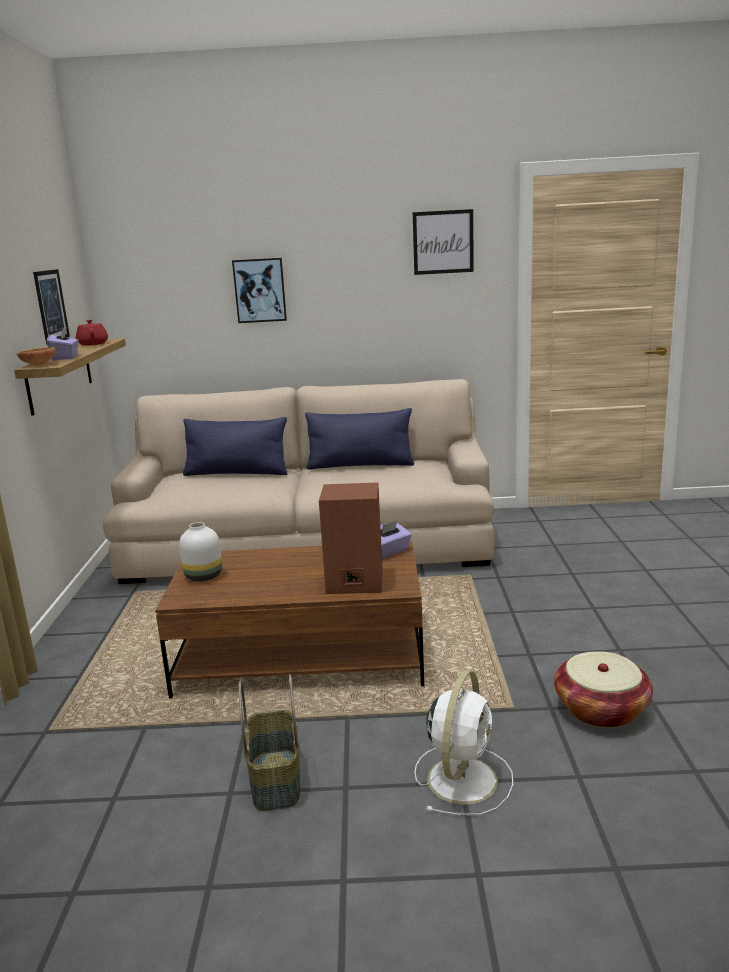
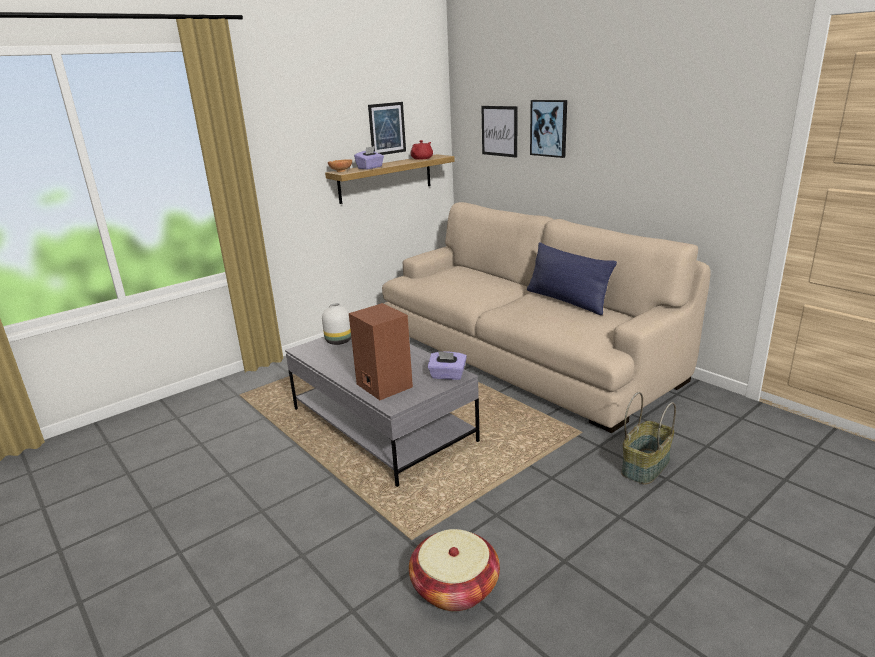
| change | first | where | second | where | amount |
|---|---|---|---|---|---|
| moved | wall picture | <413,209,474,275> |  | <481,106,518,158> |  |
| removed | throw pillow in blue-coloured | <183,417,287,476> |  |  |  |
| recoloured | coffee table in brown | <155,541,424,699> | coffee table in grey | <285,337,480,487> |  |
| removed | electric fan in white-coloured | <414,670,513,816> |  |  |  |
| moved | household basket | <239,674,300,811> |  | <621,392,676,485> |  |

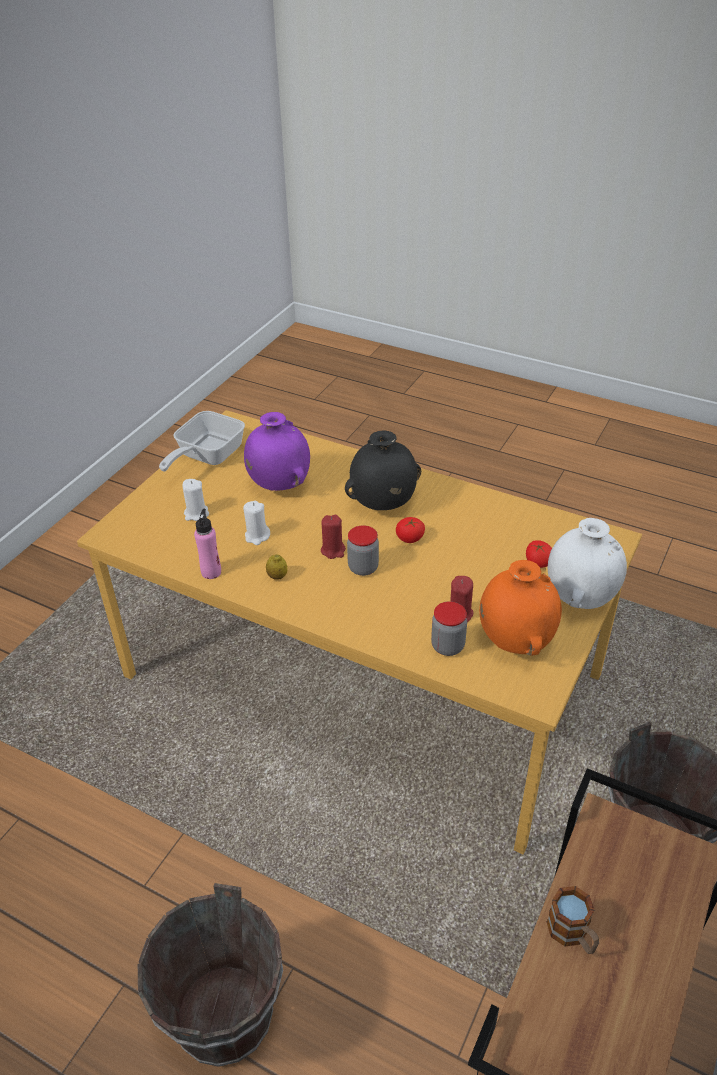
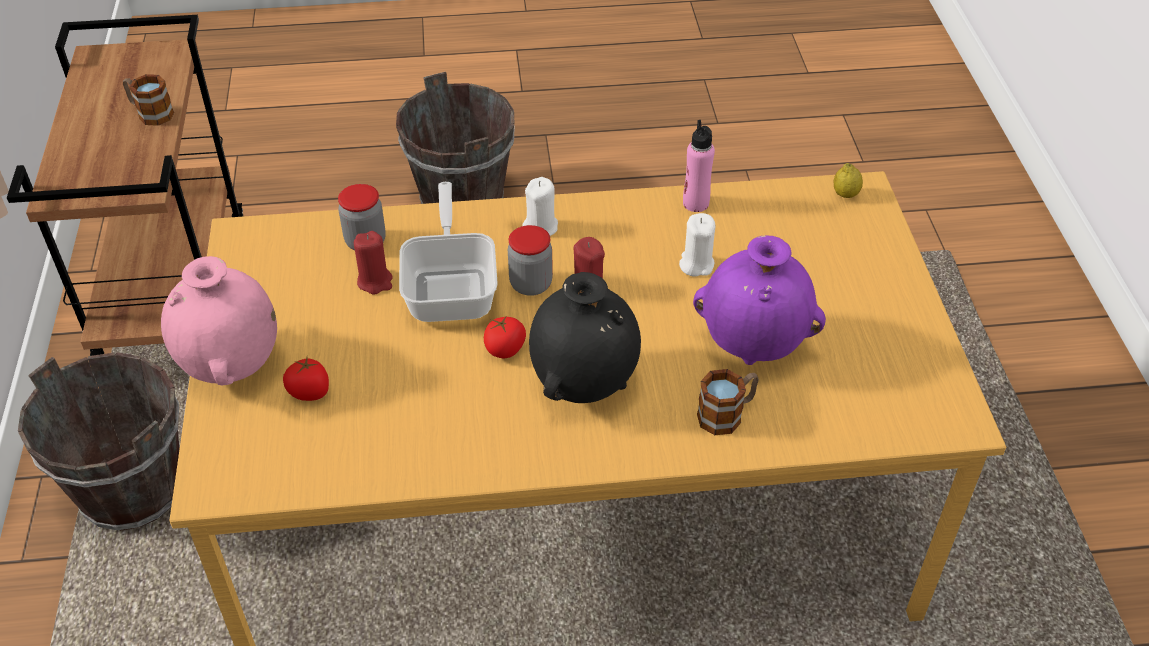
| change | first | where | second | where | amount |
|---|---|---|---|---|---|
| moved | pan | <159,411,245,471> |  | <399,182,498,322> |  |
| moved | wax light in white-coloured | <183,479,209,521> |  | <522,177,558,236> |  |
| recoloured | flower vase in white-coloured | <548,518,627,609> | flower vase in pink | <161,256,277,385> |  |
| moved | whole lemon | <266,554,287,580> |  | <834,163,863,198> |  |
| removed | flower vase in orange-coloured | <479,560,562,656> |  |  |  |
| added |  |  | mug | <697,369,759,435> |  |

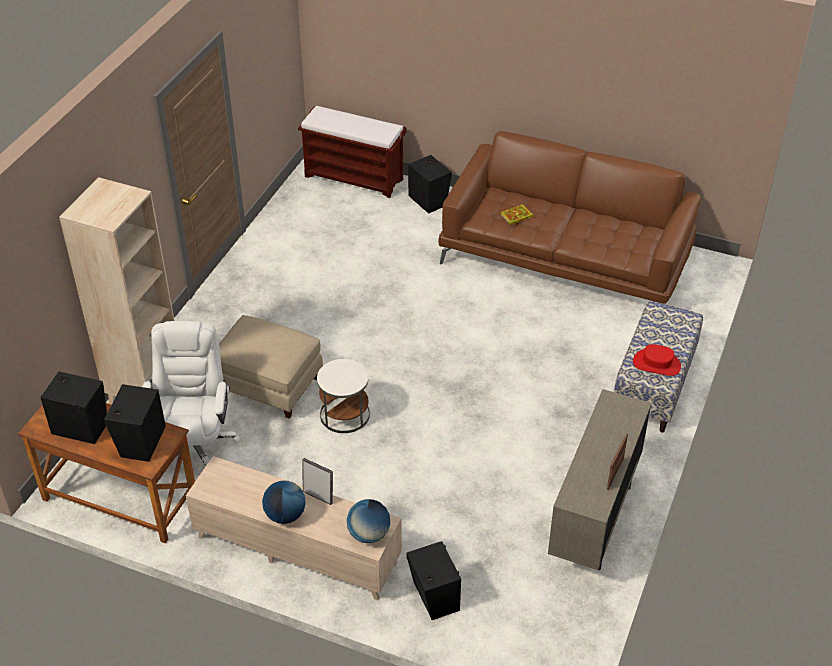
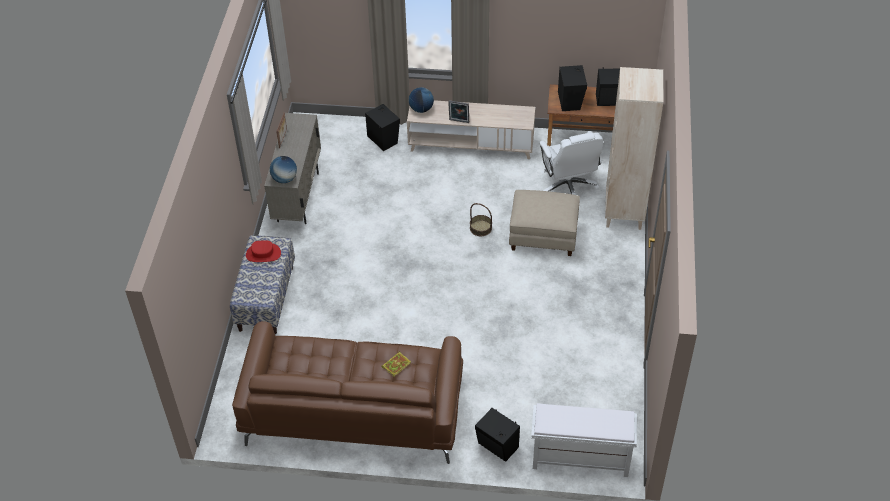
| change | first | where | second | where | amount |
|---|---|---|---|---|---|
| recoloured | long seat in brown | <298,106,407,198> | long seat in white-coloured | <531,403,637,477> |  |
| replaced | end table in white-coloured | <317,359,370,433> | household basket | <470,203,492,236> |  |
| moved | desk globe | <262,480,306,524> |  | <270,156,297,183> |  |

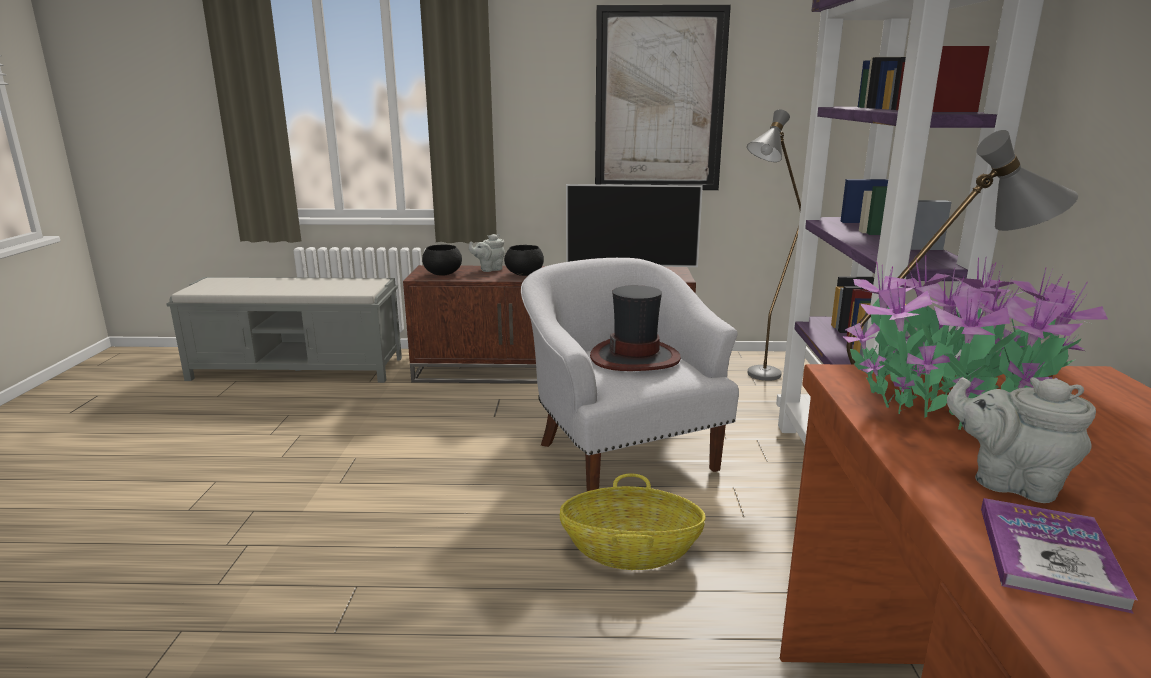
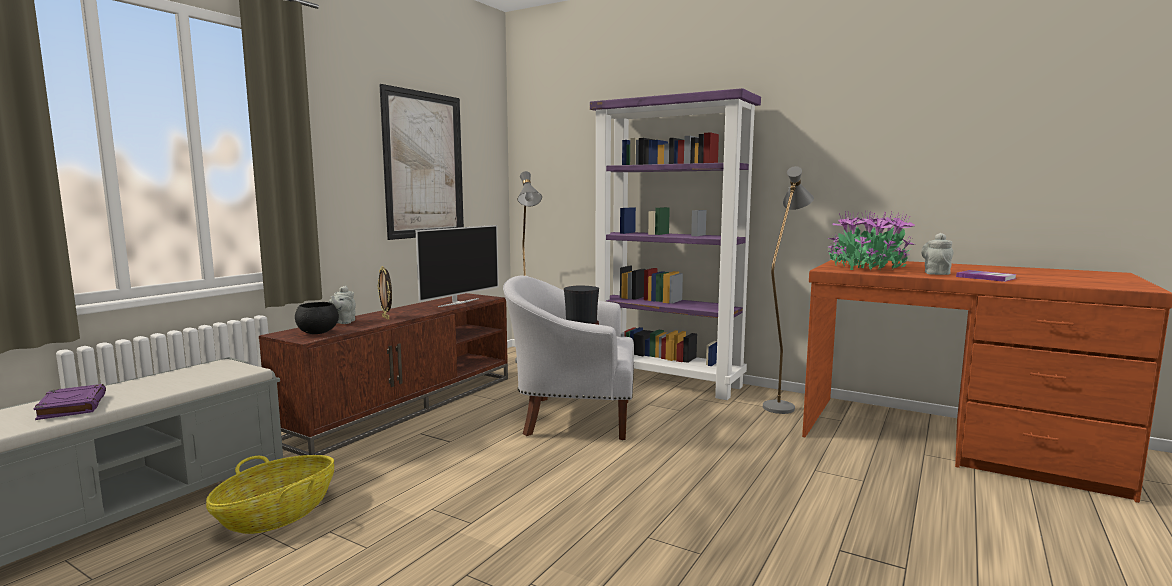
| change | first | where | second | where | amount |
|---|---|---|---|---|---|
| replaced | bowl in black | <504,245,544,276> | standing frame | <377,266,392,320> |  |
| turned | teapot in grey | <947,377,1096,503> |  | <921,233,953,275> | 135 degrees clockwise |
| moved | household basket | <560,473,706,570> |  | <206,455,334,534> |  |
| added |  |  | book in purple-coloured | <34,384,106,420> |  |

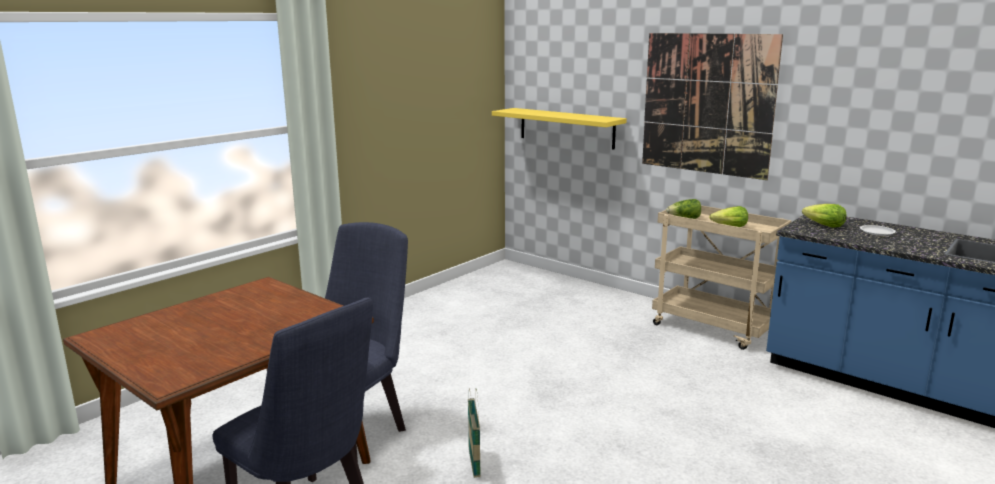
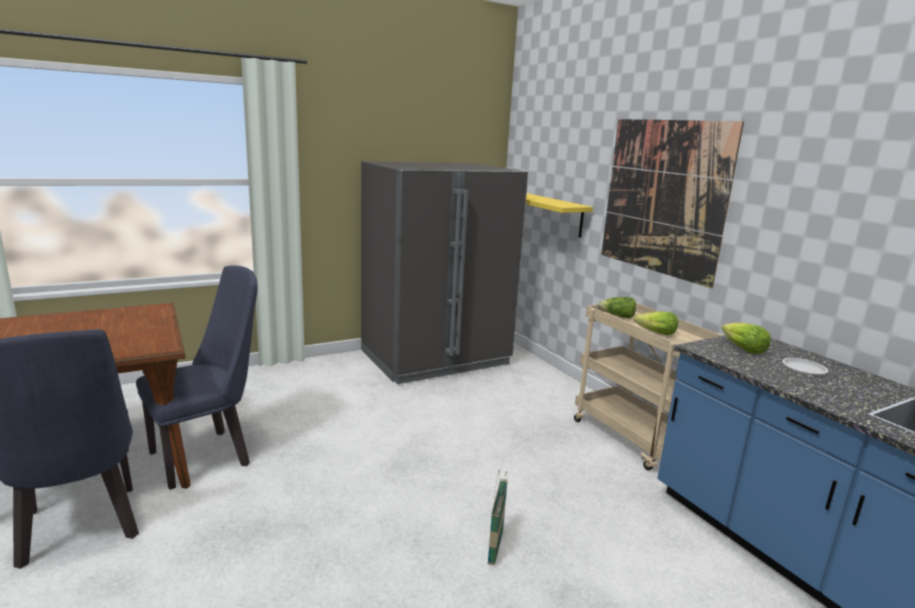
| change | first | where | second | where | amount |
|---|---|---|---|---|---|
| moved | household basket | <468,388,481,478> |  | <488,470,508,565> |  |
| added |  |  | kitchen fridge in grey | <361,161,528,384> |  |

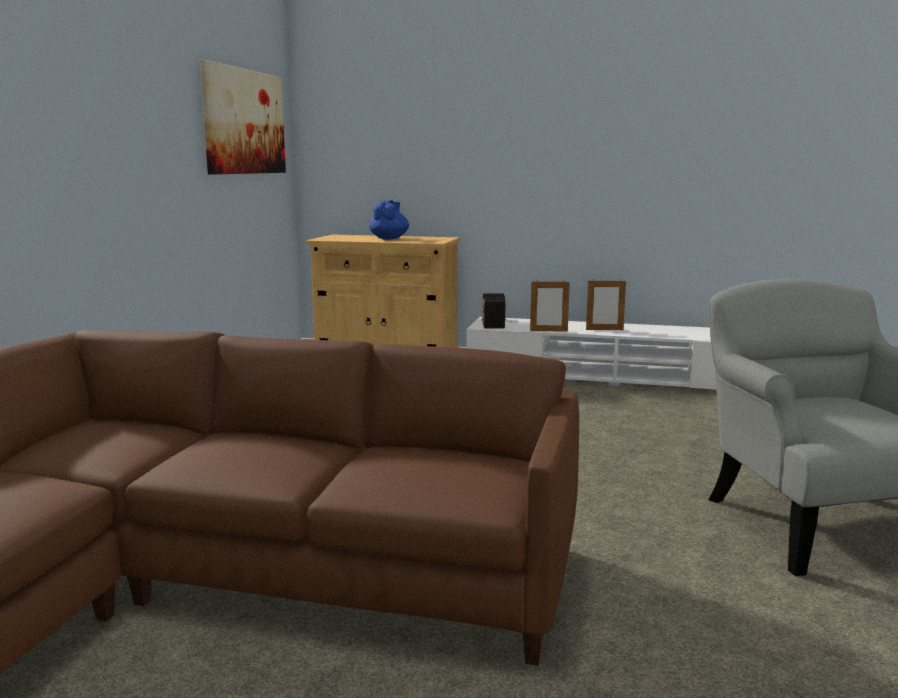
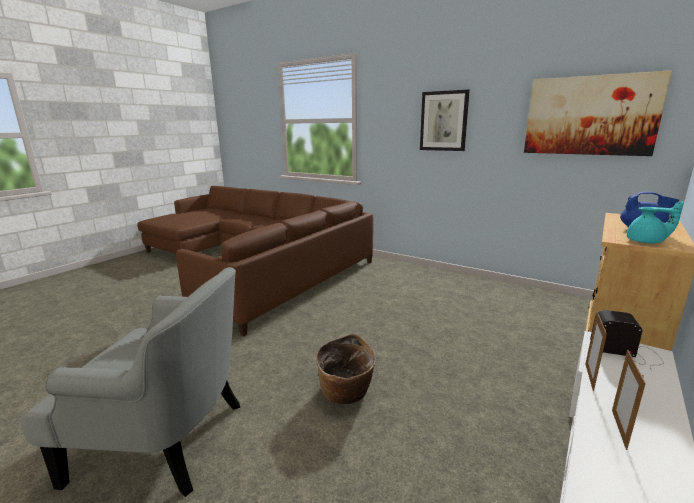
| change | first | where | second | where | amount |
|---|---|---|---|---|---|
| added |  |  | wall picture | <420,89,470,151> |  |
| added |  |  | teapot in turquoise-coloured | <627,201,684,244> |  |
| added |  |  | household basket | <316,334,376,404> |  |

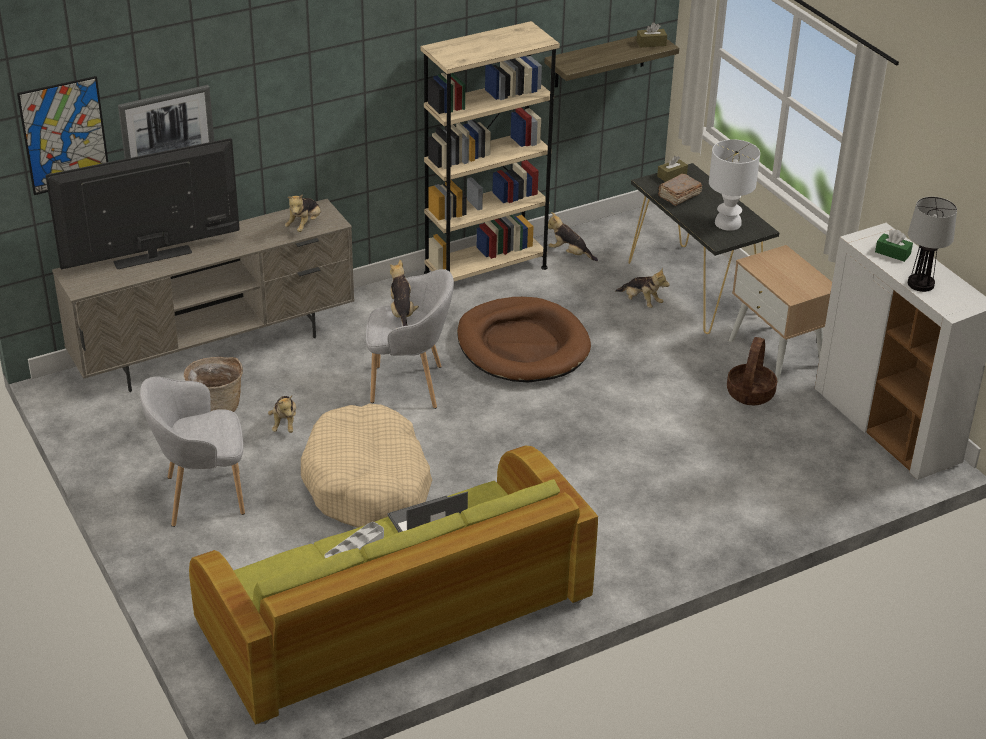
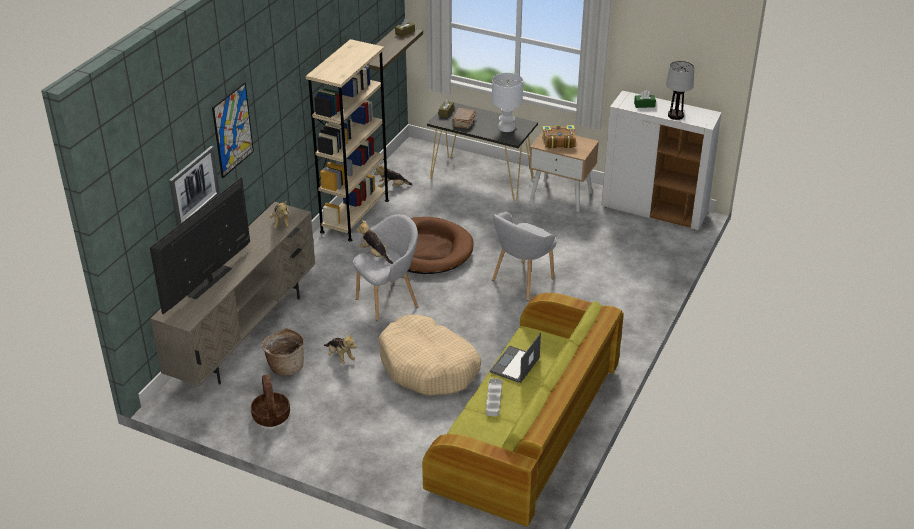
| change | first | where | second | where | amount |
|---|---|---|---|---|---|
| moved | wall picture | <17,76,108,195> |  | <212,82,254,178> |  |
| removed | plush toy | <615,268,670,308> |  |  |  |
| moved | household basket | <727,337,777,405> |  | <251,374,290,427> |  |
| moved | lounge chair in grey | <140,376,245,527> |  | <492,212,557,300> |  |
| added |  |  | book | <542,125,576,148> |  |

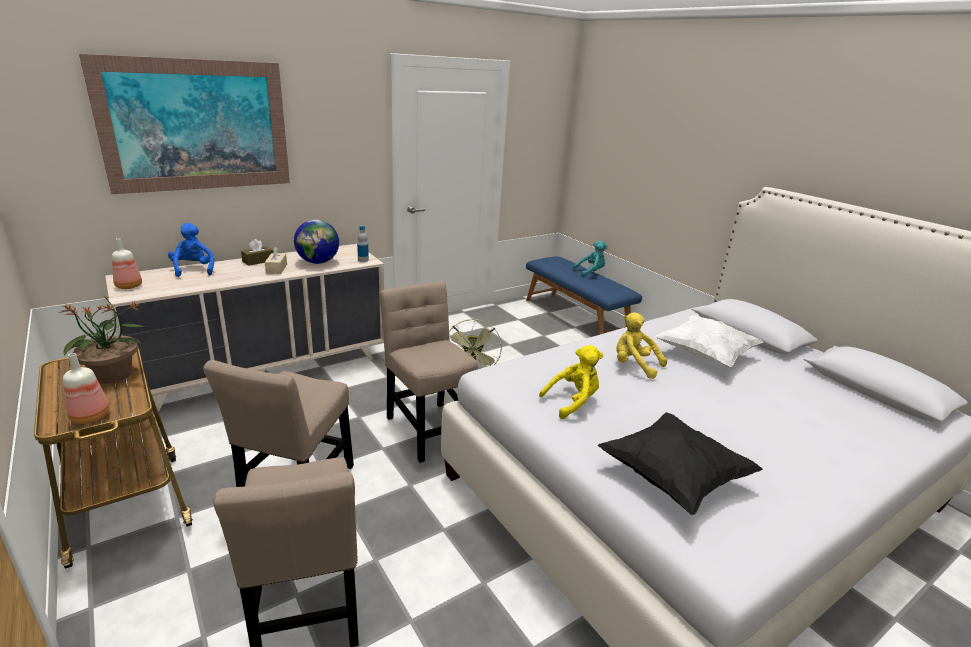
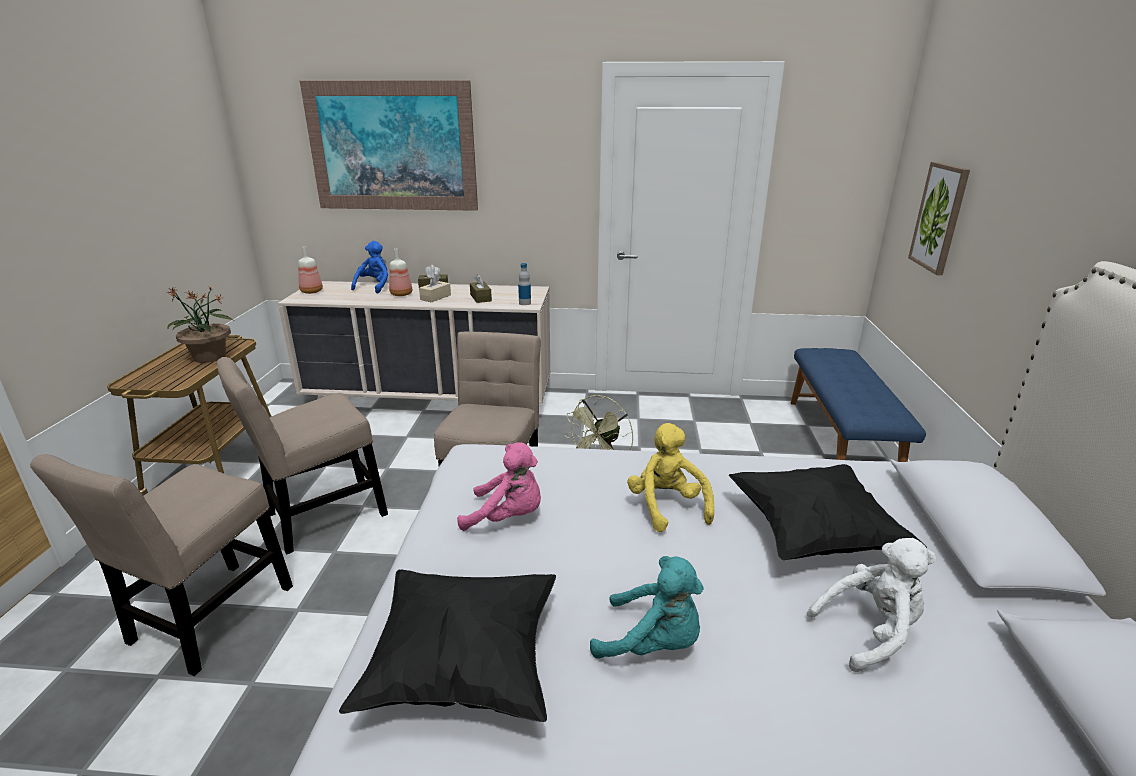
| change | first | where | second | where | amount |
|---|---|---|---|---|---|
| replaced | desk globe | <294,220,339,264> | tissue box in brown | <470,274,492,303> |  |
| moved | plush toy in turquoise-coloured | <573,241,608,277> |  | <590,556,704,659> |  |
| recoloured | throw pillow in white-coloured | <655,315,763,368> | throw pillow in black | <729,464,927,560> |  |
| recoloured | plush toy in yellow-coloured | <539,345,603,419> | plush toy in pink | <457,442,541,531> |  |
| moved | drink bottle | <63,353,110,424> |  | <389,249,412,296> |  |
| added |  |  | wall picture | <908,162,970,275> |  |
| added |  |  | plush toy in white-coloured | <807,538,937,672> |  |

